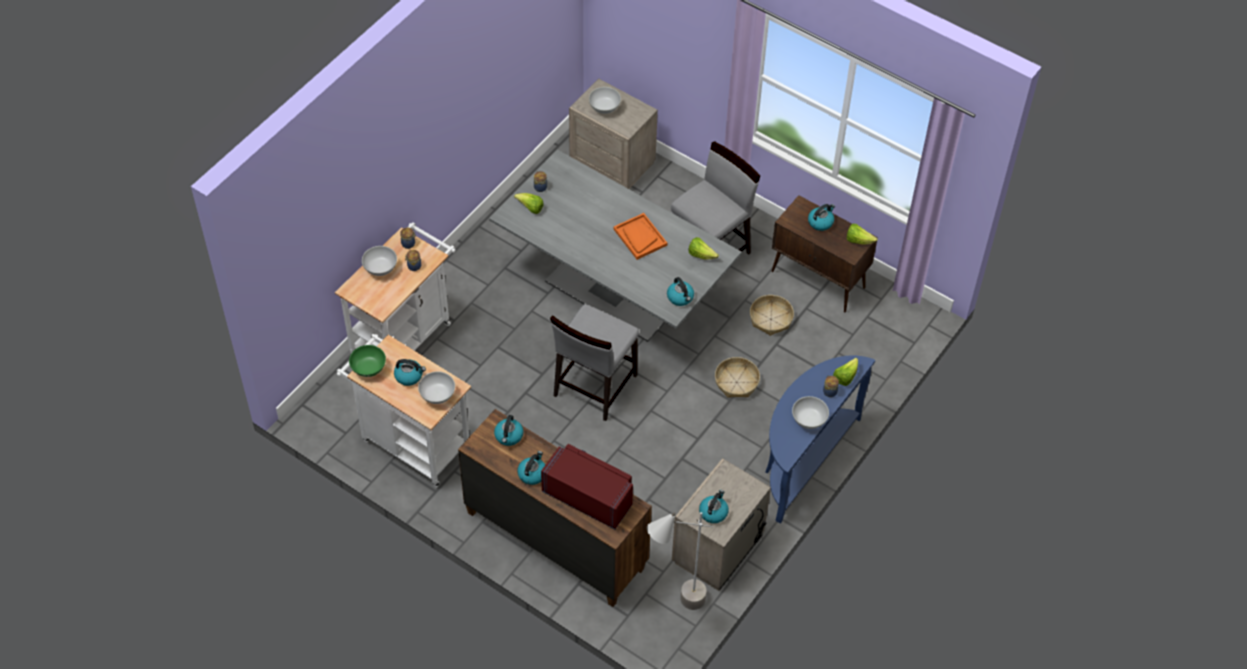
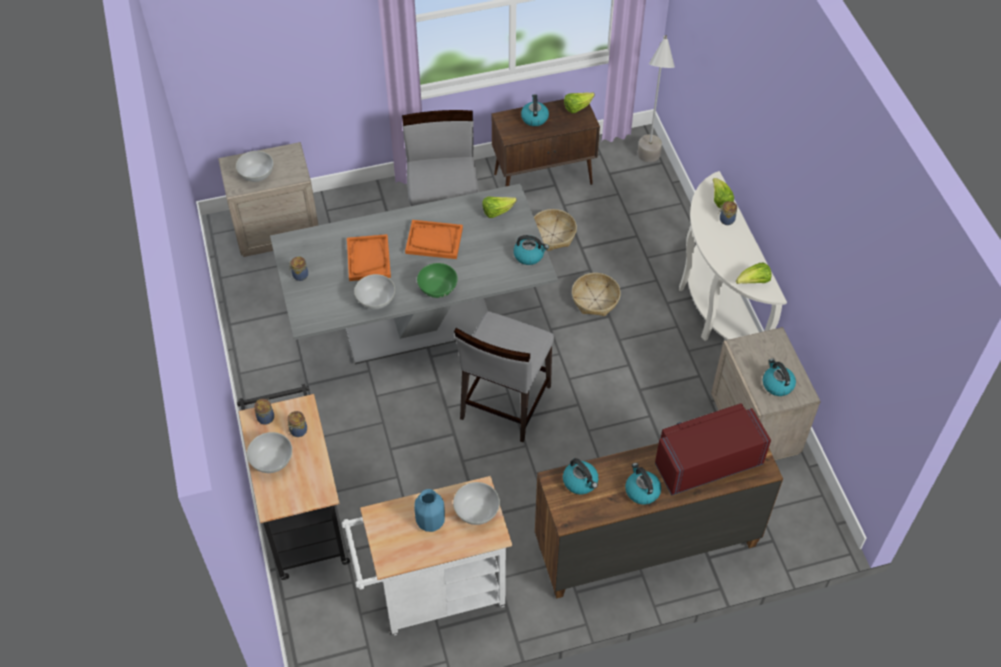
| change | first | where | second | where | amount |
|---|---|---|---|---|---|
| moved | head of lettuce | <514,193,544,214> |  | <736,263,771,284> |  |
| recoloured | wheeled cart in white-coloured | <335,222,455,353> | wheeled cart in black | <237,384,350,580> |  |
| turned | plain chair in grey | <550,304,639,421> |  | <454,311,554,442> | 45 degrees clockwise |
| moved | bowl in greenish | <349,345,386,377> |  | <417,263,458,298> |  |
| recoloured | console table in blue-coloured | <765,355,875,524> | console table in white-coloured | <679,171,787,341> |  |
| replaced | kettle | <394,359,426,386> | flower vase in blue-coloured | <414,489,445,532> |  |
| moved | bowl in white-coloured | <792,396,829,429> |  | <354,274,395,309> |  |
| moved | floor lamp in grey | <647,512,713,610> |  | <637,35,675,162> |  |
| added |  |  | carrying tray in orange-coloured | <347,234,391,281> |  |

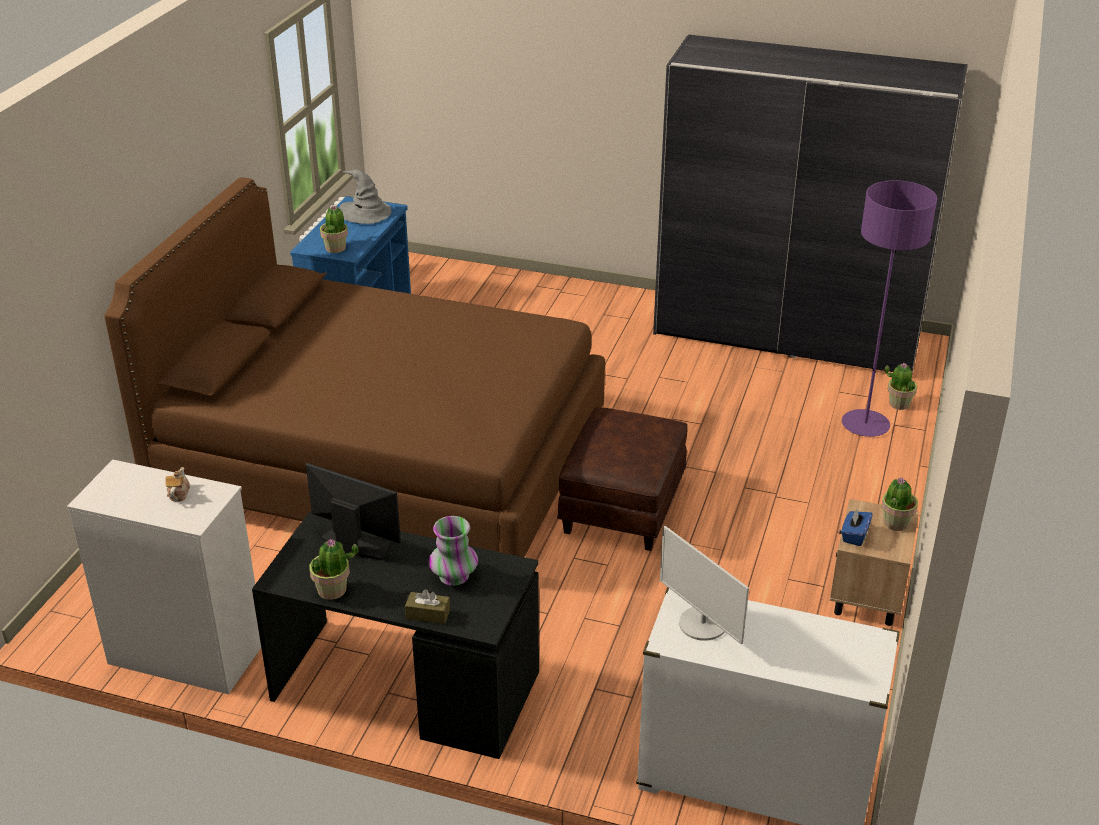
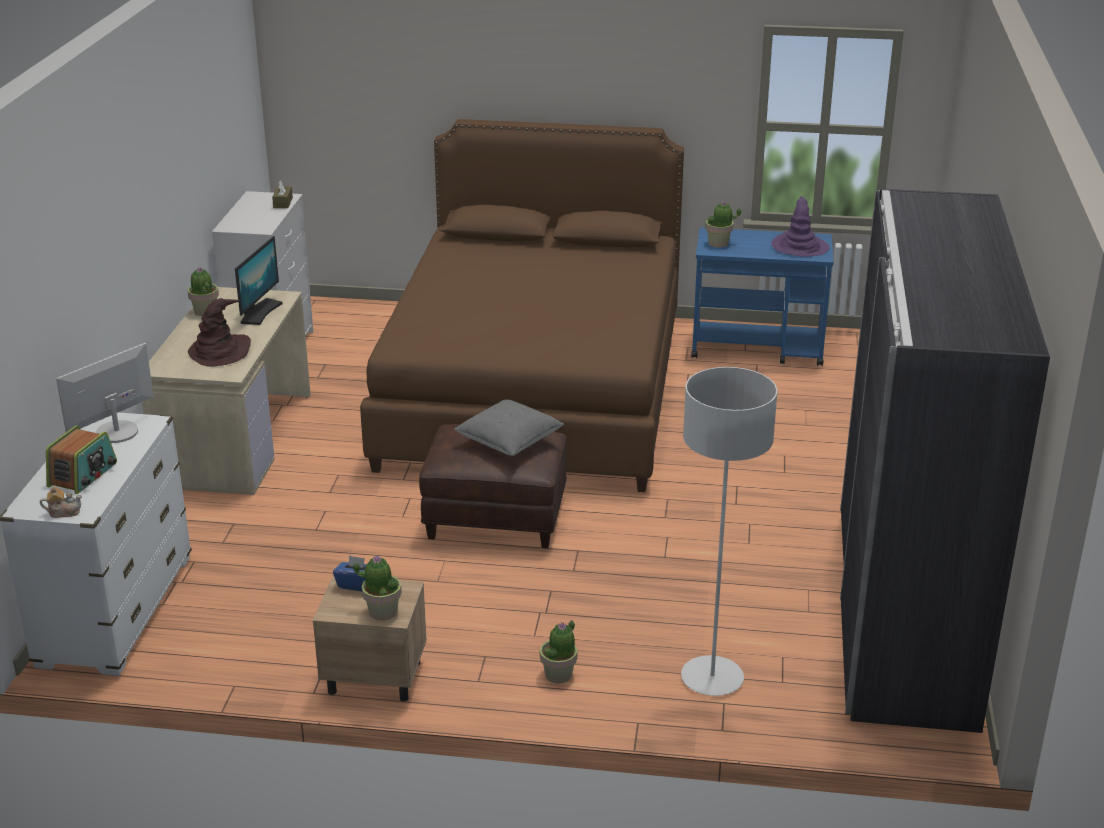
| change | first | where | second | where | amount |
|---|---|---|---|---|---|
| recoloured | hat in grey | <339,169,391,224> | hat in purple-coloured | <771,196,829,256> |  |
| recoloured | floor lamp in purple-coloured | <842,180,937,437> | floor lamp in grey | <681,367,777,696> |  |
| moved | houseplant | <885,363,917,410> |  | <540,620,577,684> |  |
| moved | teapot | <165,467,190,502> |  | <40,486,82,518> |  |
| recoloured | desk in black | <252,512,539,759> | desk in beige | <142,287,311,495> |  |
| replaced | flower vase | <429,516,478,586> | hat in brown | <188,298,251,367> |  |
| moved | tissue box in brown | <405,589,450,624> |  | <272,180,293,208> |  |
| added |  |  | throw pillow in grey | <454,399,564,456> |  |
| added |  |  | radio | <46,425,117,494> |  |

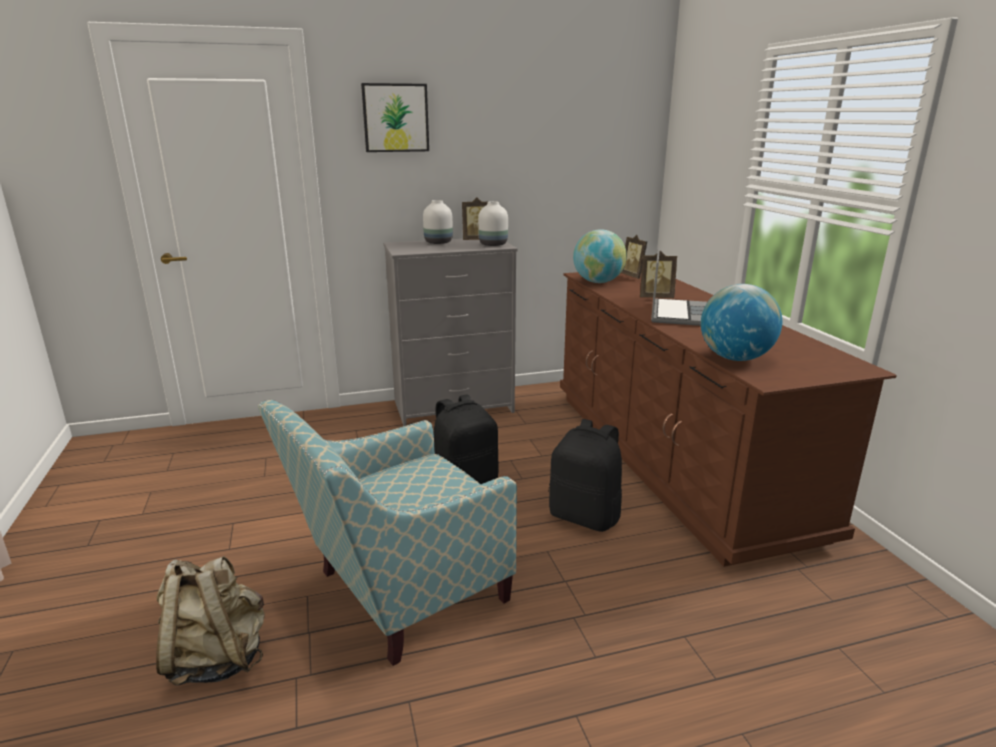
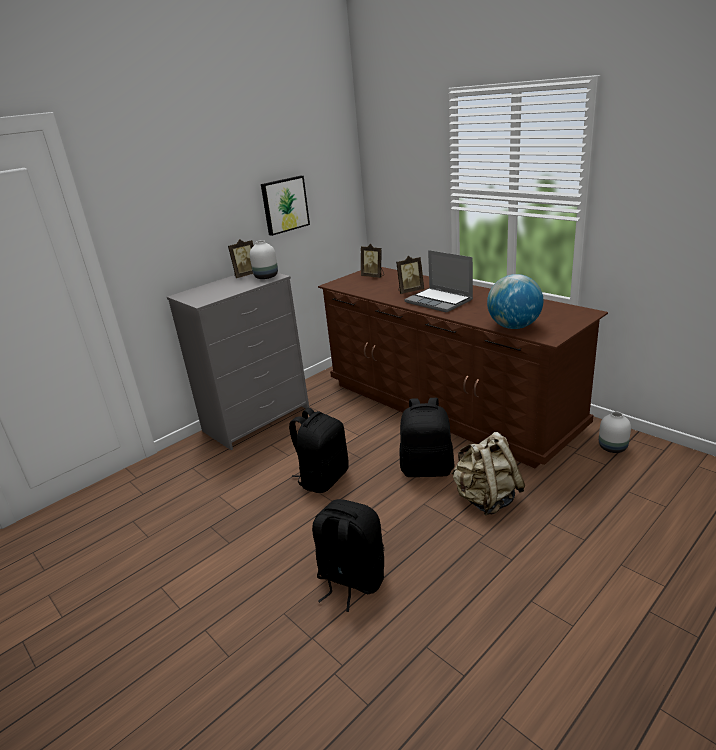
| change | first | where | second | where | amount |
|---|---|---|---|---|---|
| moved | wall picture | <361,83,429,152> |  | <261,176,310,236> |  |
| moved | flower vase in white-coloured | <423,200,453,244> |  | <599,412,631,453> |  |
| removed | desk globe | <573,229,627,283> |  |  |  |
| turned | laptop | <651,248,707,326> |  | <404,250,473,313> | 150 degrees clockwise |
| replaced | lounge chair | <258,399,517,666> | backpack in black | <312,499,384,612> |  |
| moved | backpack in beige | <156,556,265,686> |  | <451,432,525,515> |  |

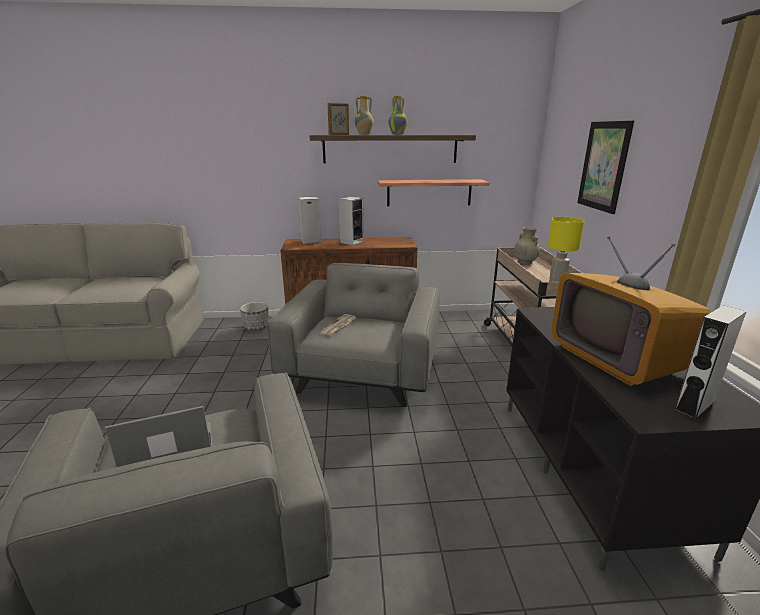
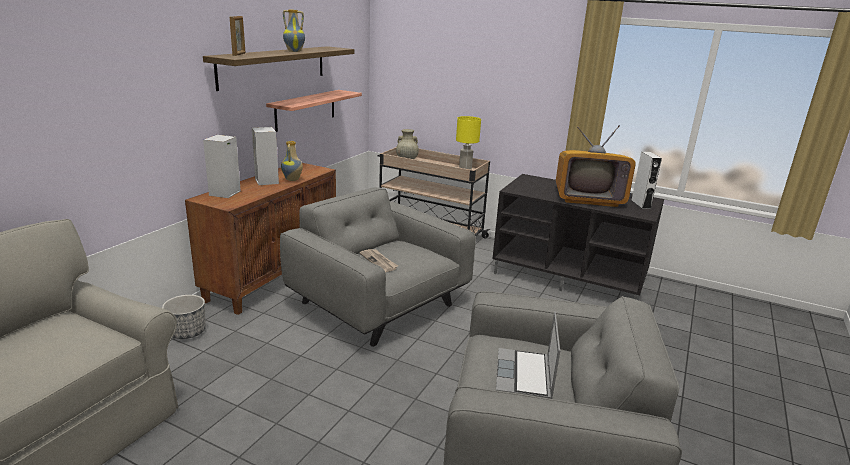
| change | first | where | second | where | amount |
|---|---|---|---|---|---|
| moved | flower vase | <355,96,374,135> |  | <281,141,303,181> |  |
| removed | wall picture | <577,121,634,214> |  |  |  |

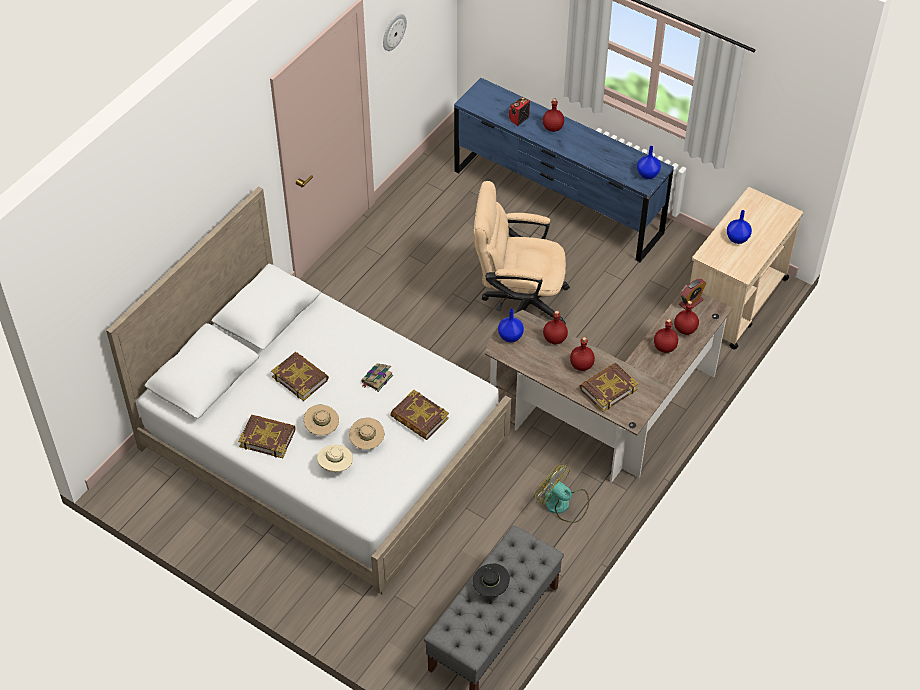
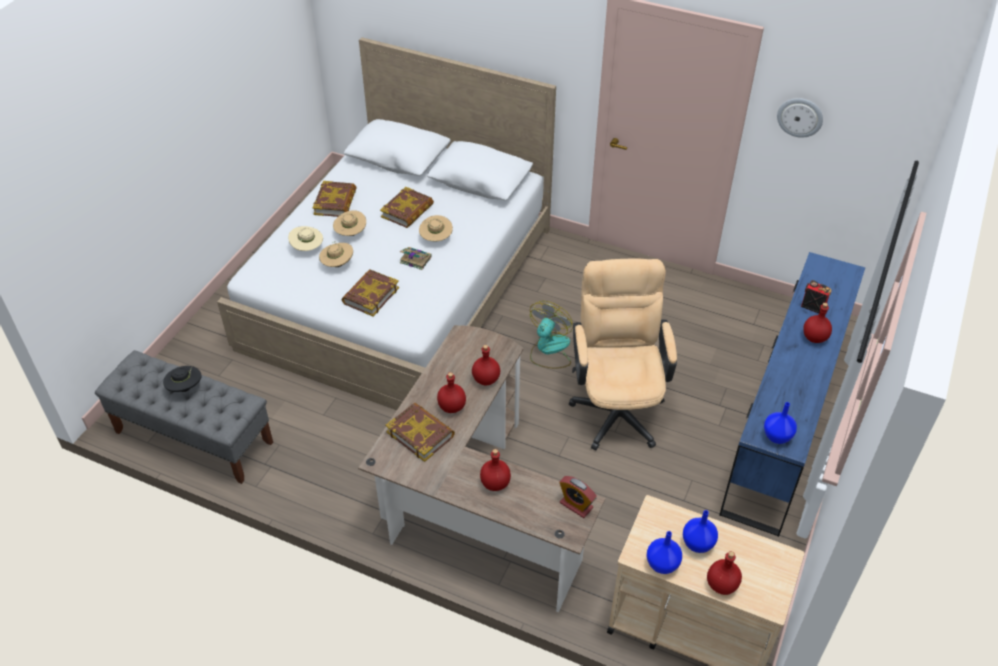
| change | first | where | second | where | amount |
|---|---|---|---|---|---|
| moved | drink bottle in red | <674,301,699,335> |  | <707,551,742,595> |  |
| moved | flower vase in blue-coloured | <498,309,524,343> |  | <647,531,682,574> |  |
| moved | electric fan | <534,463,589,523> |  | <530,301,573,369> |  |
| added |  |  | hat in beige | <419,215,453,241> |  |

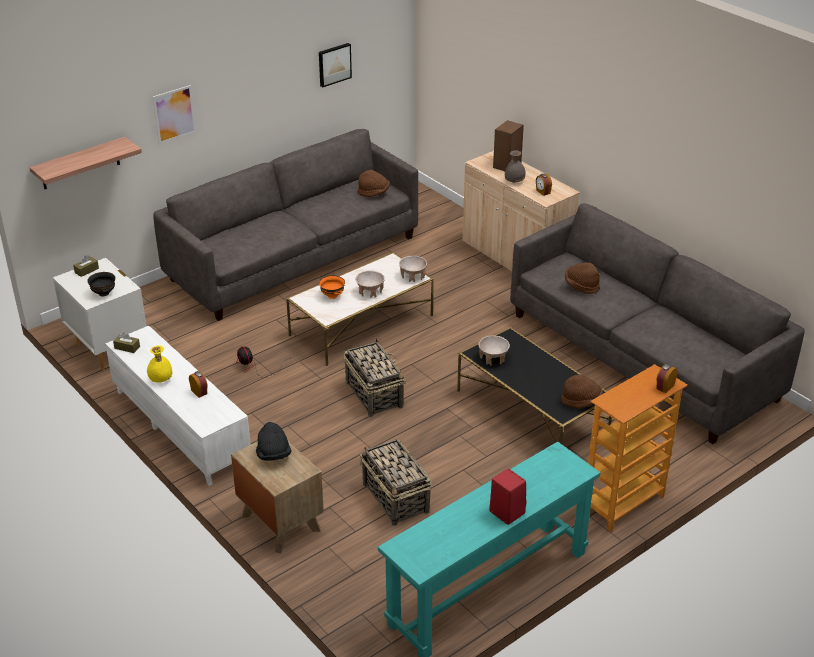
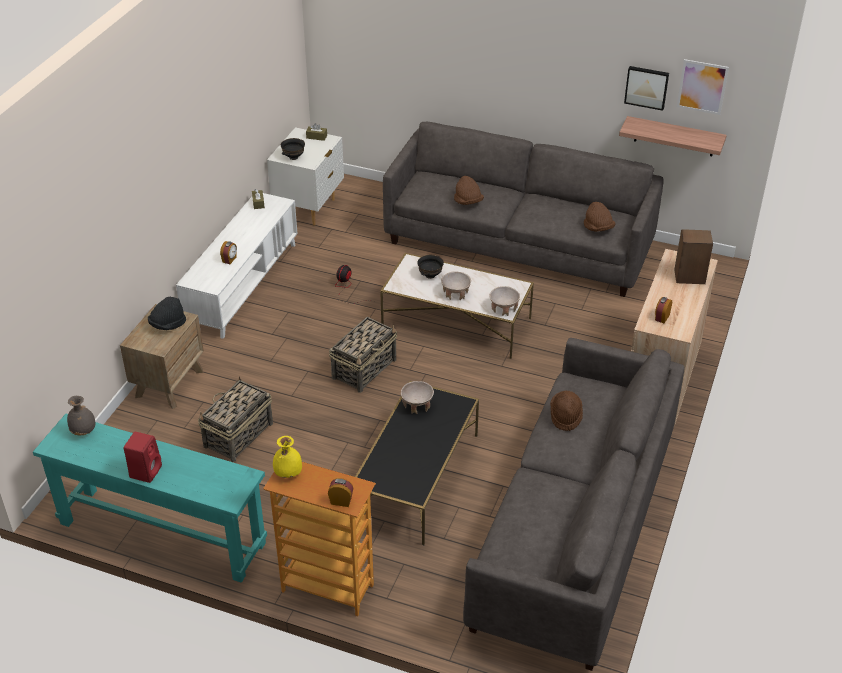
| change | first | where | second | where | amount |
|---|---|---|---|---|---|
| moved | wall picture | <152,85,196,144> |  | <677,59,729,115> |  |
| moved | shelf | <29,137,142,189> |  | <619,116,727,156> |  |
| moved | flower vase in grey | <505,150,526,183> |  | <67,396,95,435> |  |
| recoloured | bowl in orange-coloured | <319,275,345,299> | bowl in black | <417,255,444,279> |  |
| moved | flower vase in yellow-coloured | <147,346,172,383> |  | <273,436,302,478> |  |
| moved | hat in brown | <561,374,603,408> |  | <454,176,484,205> |  |

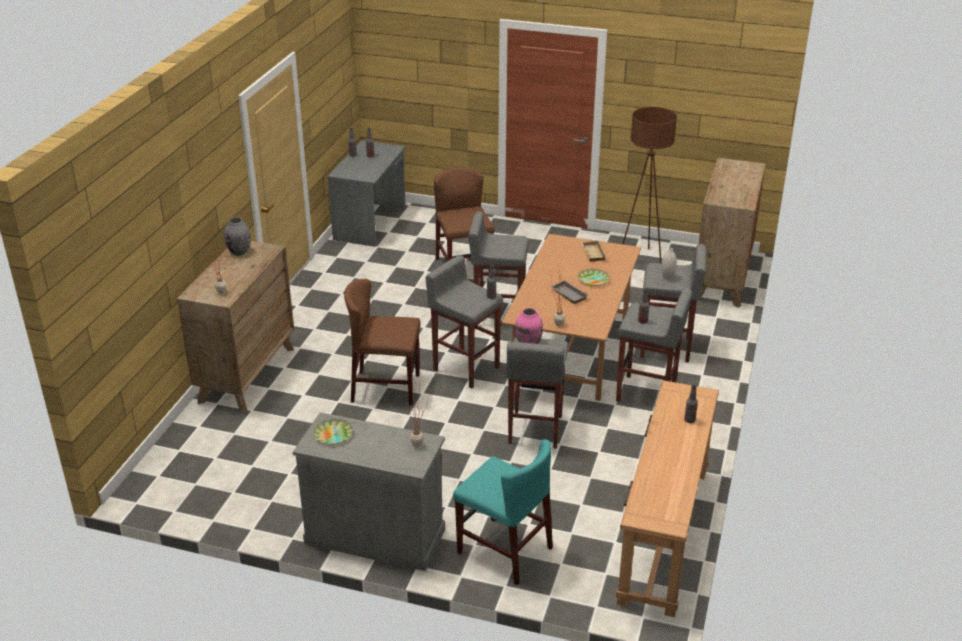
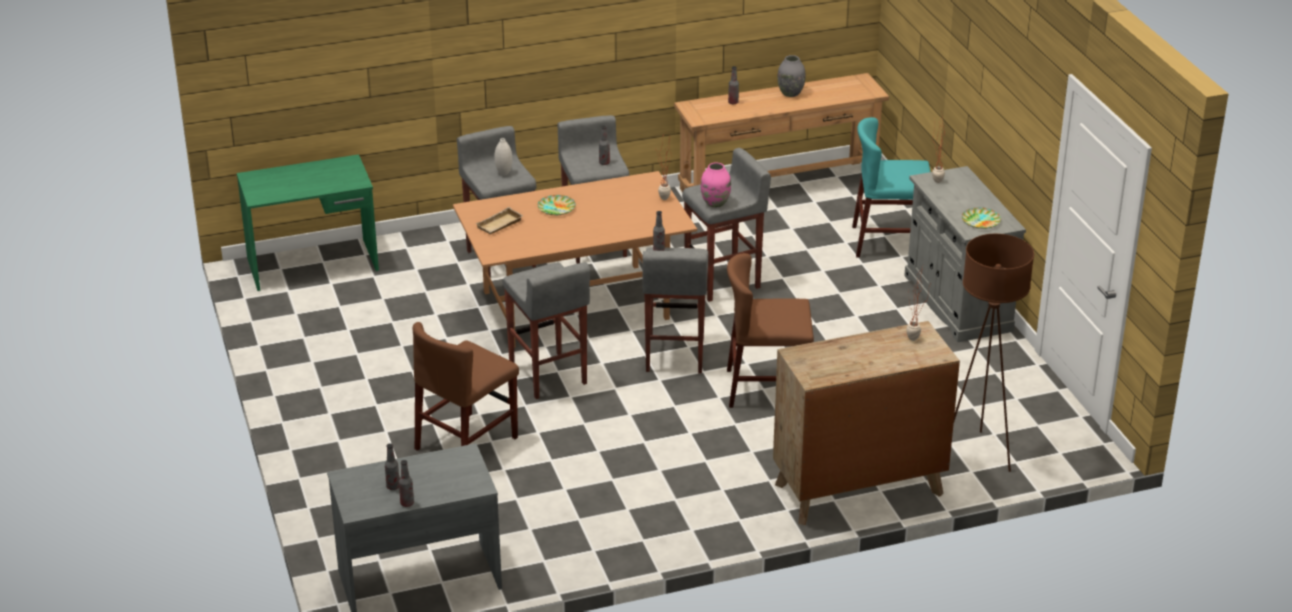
| change | first | where | second | where | amount |
|---|---|---|---|---|---|
| moved | floor lamp in brown | <622,107,677,264> |  | <954,234,1034,472> |  |
| replaced | chest of drawers in brown | <699,158,766,308> | desk in greenish | <237,154,379,291> |  |
| moved | flower vase in grey | <224,217,251,256> |  | <777,55,806,97> |  |
| turned | plain chair in brown | <344,279,421,405> |  | <727,253,814,408> | 120 degrees clockwise |
| removed | carrying tray in grey | <551,280,589,304> |  |  |  |
| turned | plain chair in turquoise-coloured | <453,439,553,585> |  | <852,117,931,257> | 90 degrees counterclockwise |

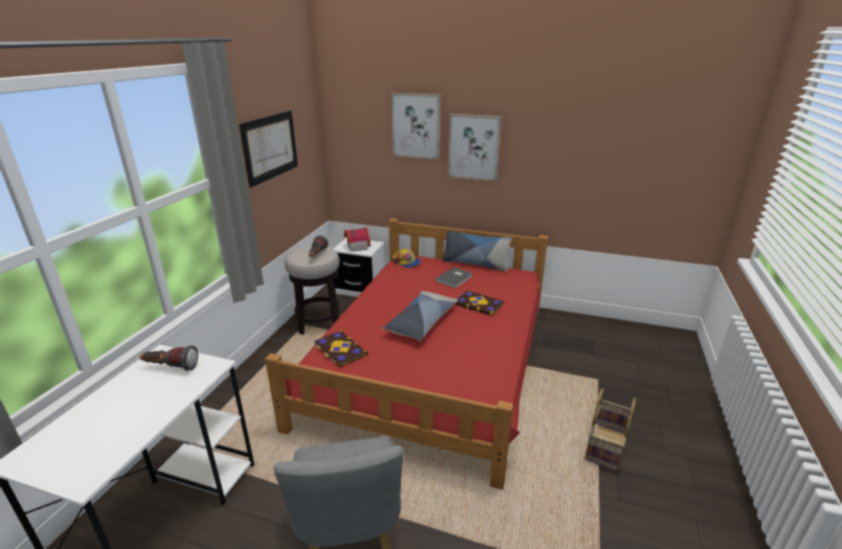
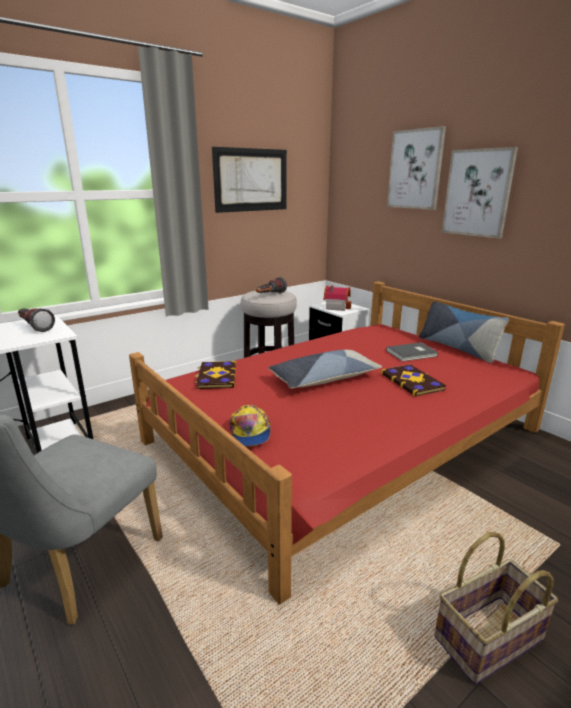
| change | first | where | second | where | amount |
|---|---|---|---|---|---|
| moved | cap | <392,248,421,268> |  | <229,405,271,447> |  |

